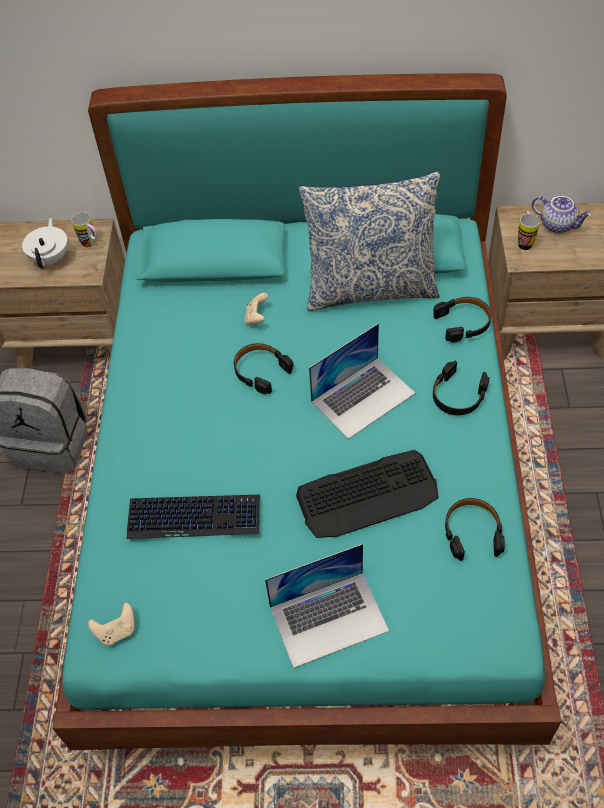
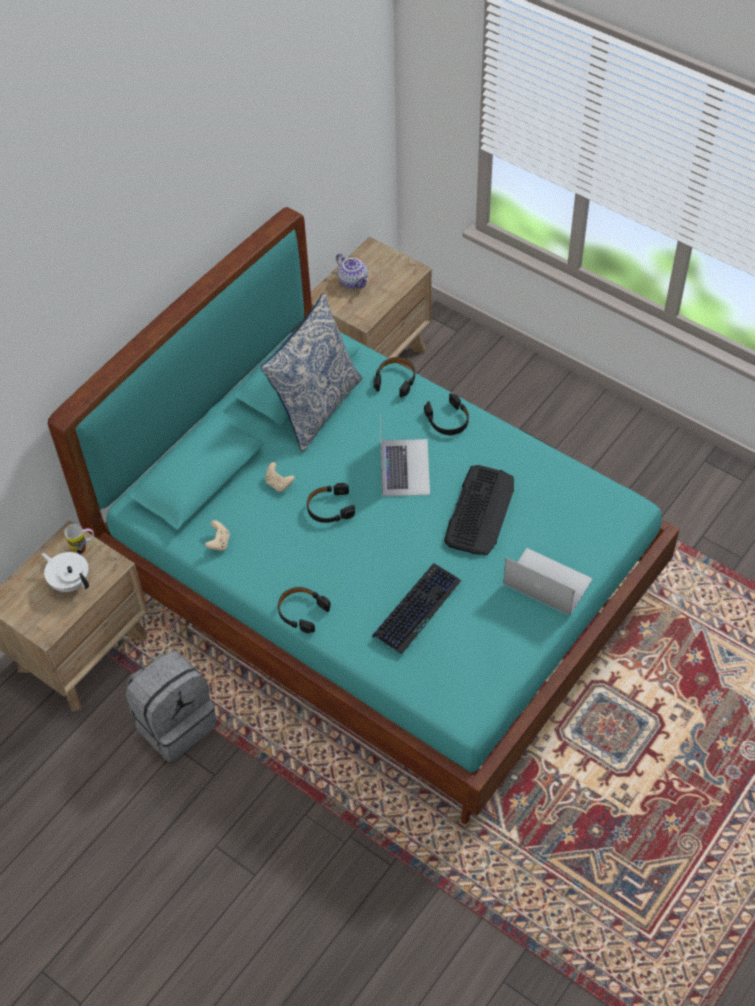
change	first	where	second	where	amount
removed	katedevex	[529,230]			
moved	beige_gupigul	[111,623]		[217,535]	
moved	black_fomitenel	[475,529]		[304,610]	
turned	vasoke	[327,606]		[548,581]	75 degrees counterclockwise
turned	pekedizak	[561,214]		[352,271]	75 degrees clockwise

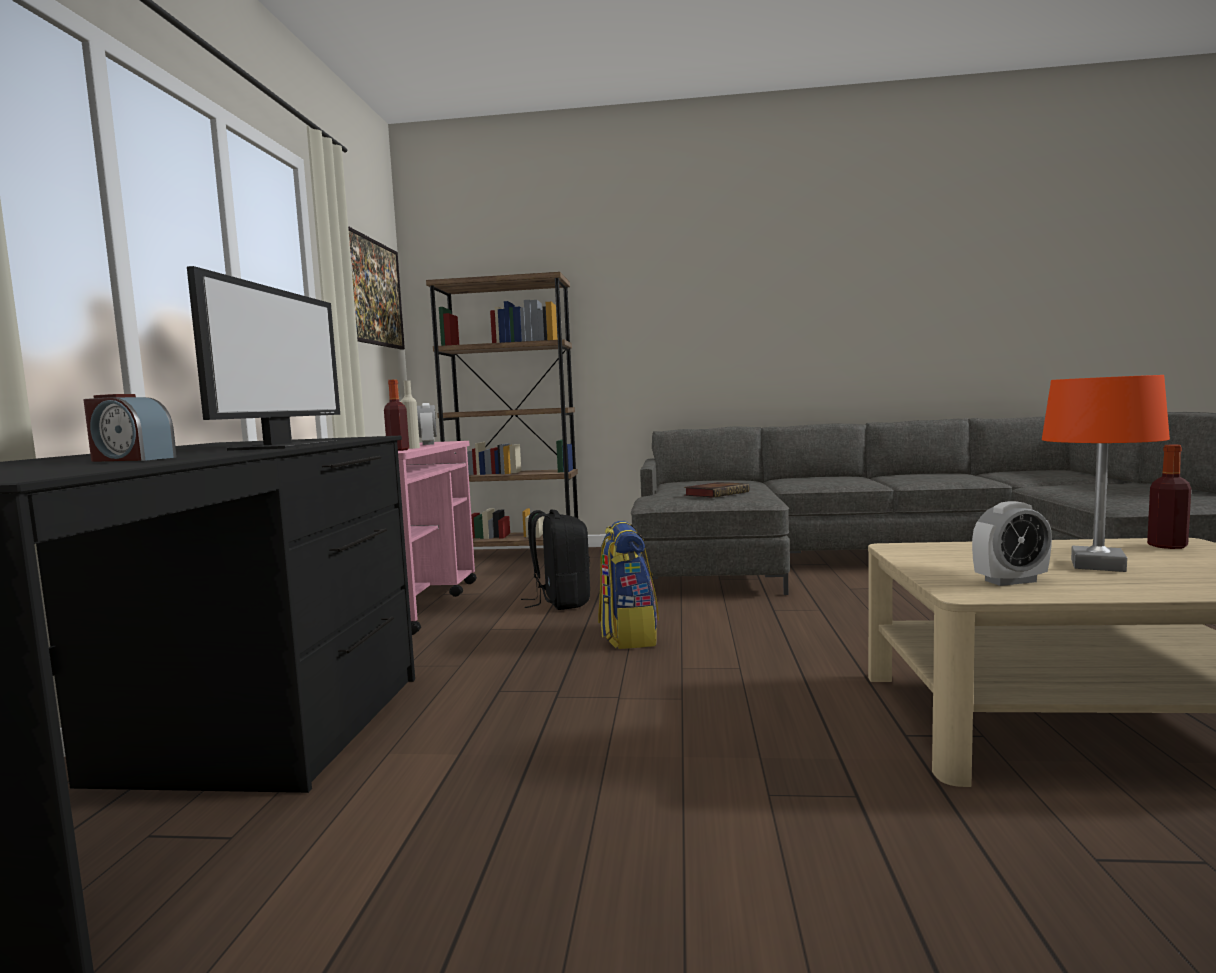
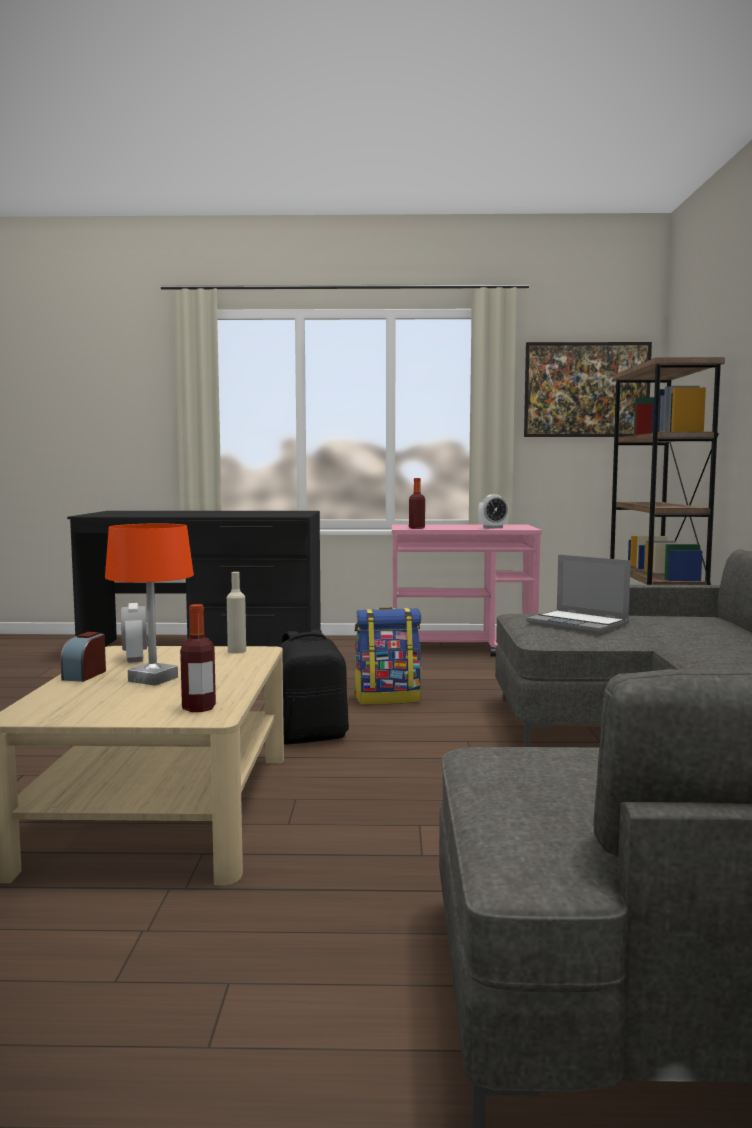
change	first	where	second	where	amount
removed	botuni	[263,358]			
moved	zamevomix	[130,428]		[83,657]	
moved	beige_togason	[410,414]		[236,612]	
moved	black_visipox	[555,560]		[314,687]	
replaced	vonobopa	[716,490]	vasoke	[578,594]	

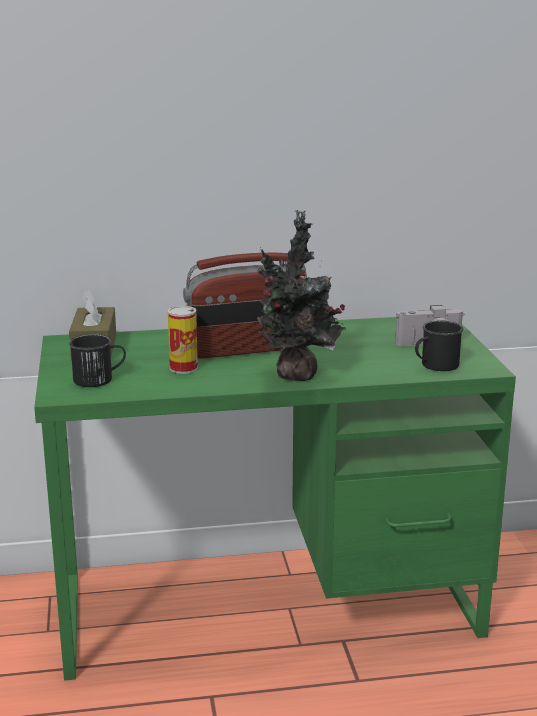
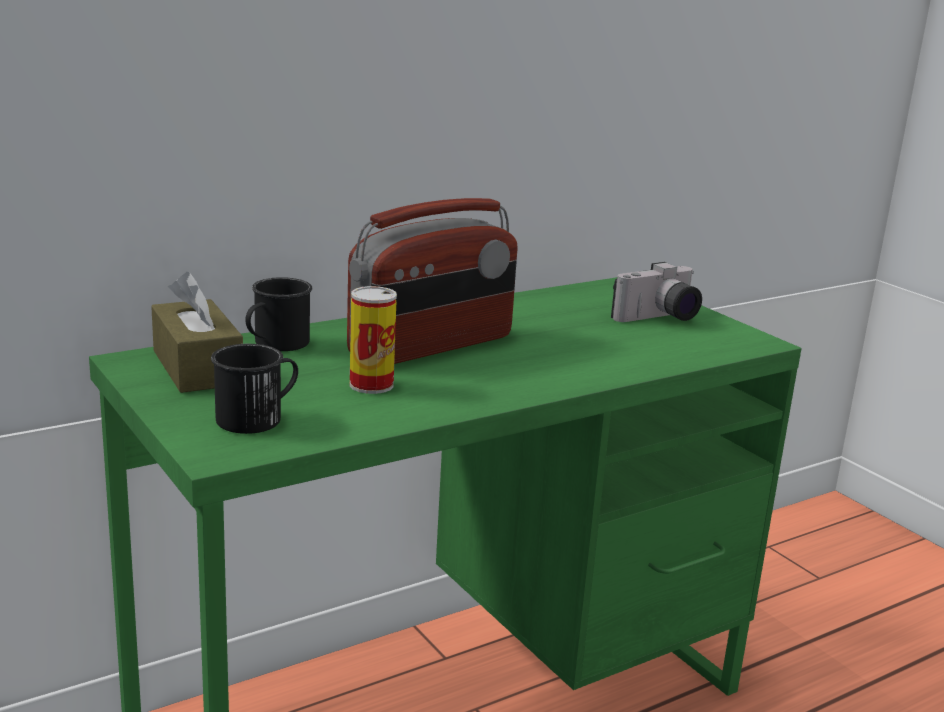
change	first	where	second	where	amount
removed	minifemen	[301,295]			
moved	black_katedevex	[439,345]		[278,314]	

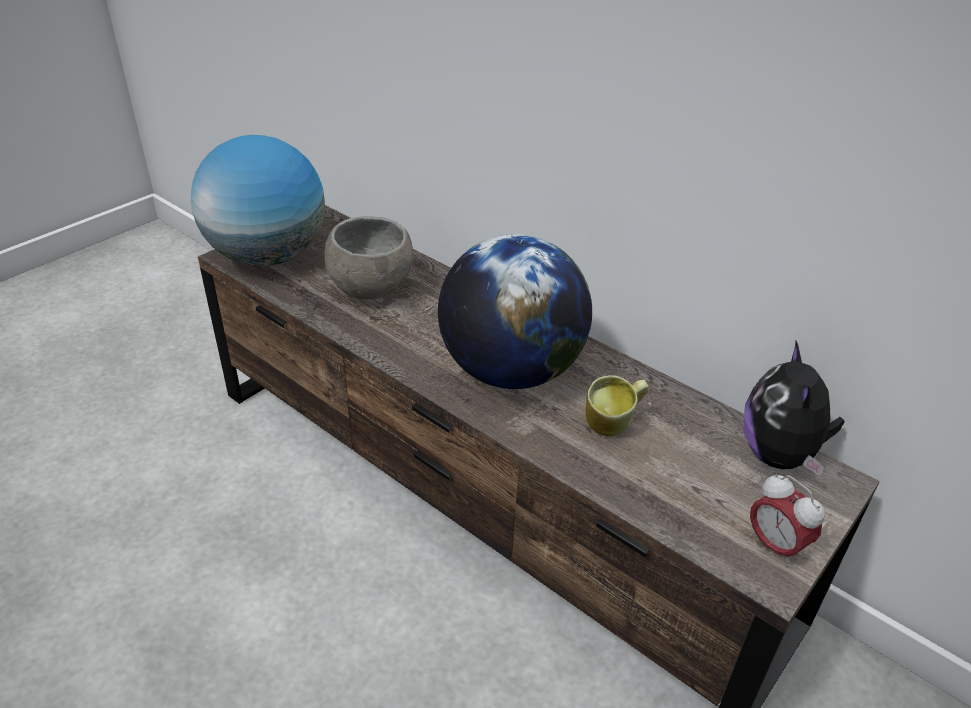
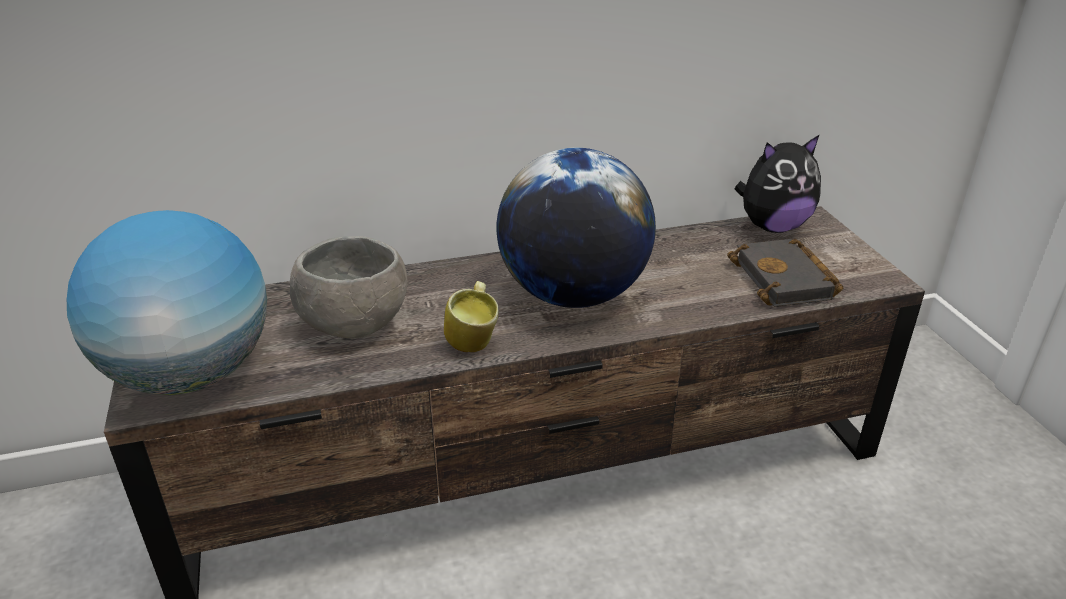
change	first	where	second	where	amount
removed	zamevomix	[787,520]			
added			black_vonobopa	[785,273]	
moved	katedevex	[617,405]		[471,316]	
turned	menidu	[793,408]		[778,183]	60 degrees counterclockwise

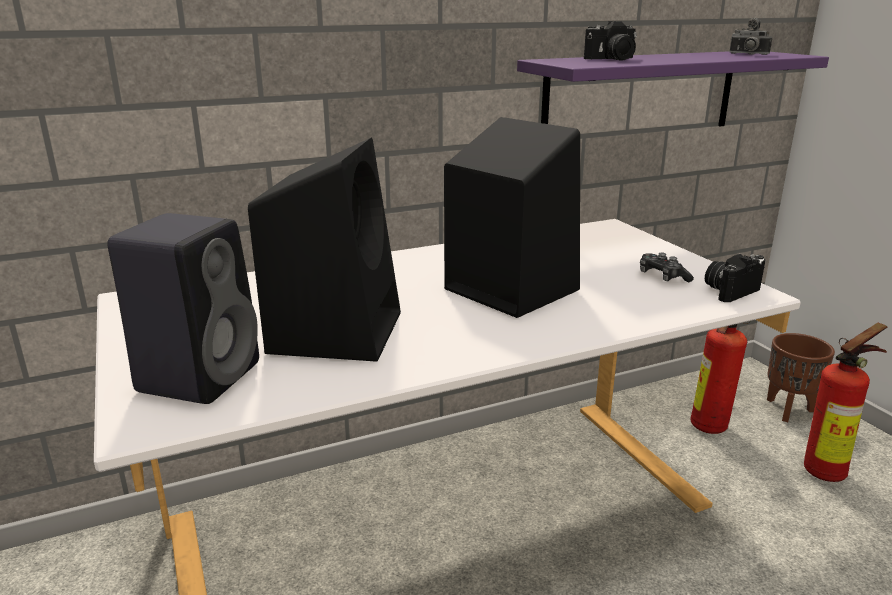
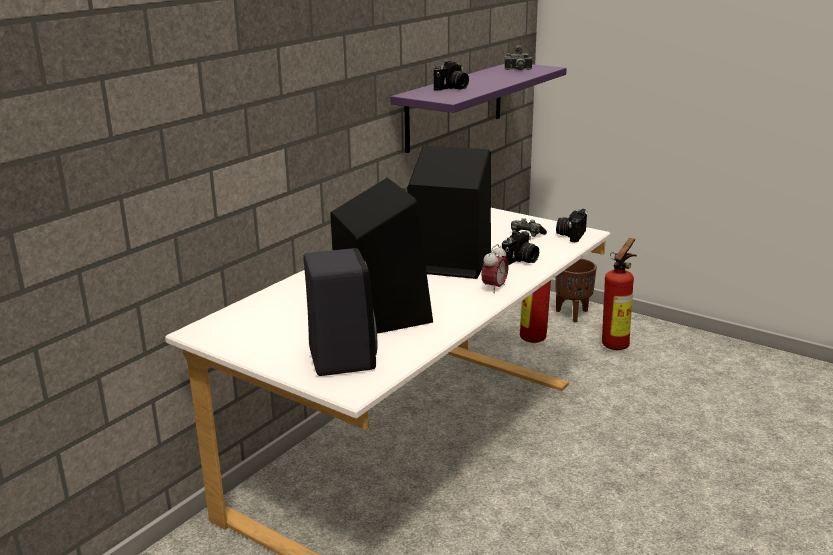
change	first	where	second	where	amount
added			zamevomix	[495,268]	
added			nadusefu	[520,248]	

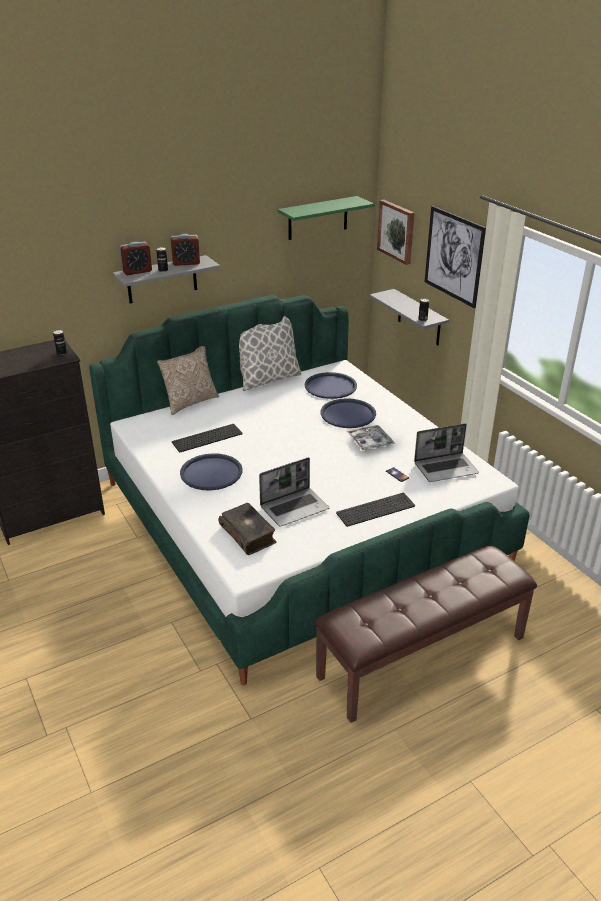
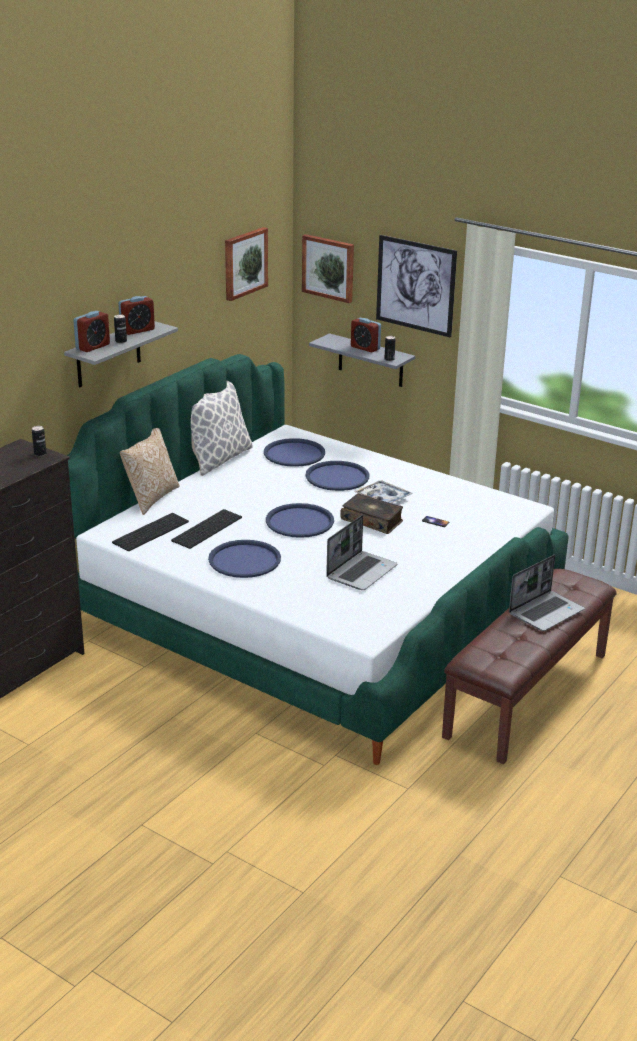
change	first	where	second	where	amount
added			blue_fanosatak	[300,520]	
added			zamevomix	[366,335]	
moved	vonobopa	[247,529]		[371,513]	
moved	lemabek	[375,510]		[150,532]	
moved	vasoke	[446,452]		[547,593]	
replaced	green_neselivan	[326,218]	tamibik	[246,264]	

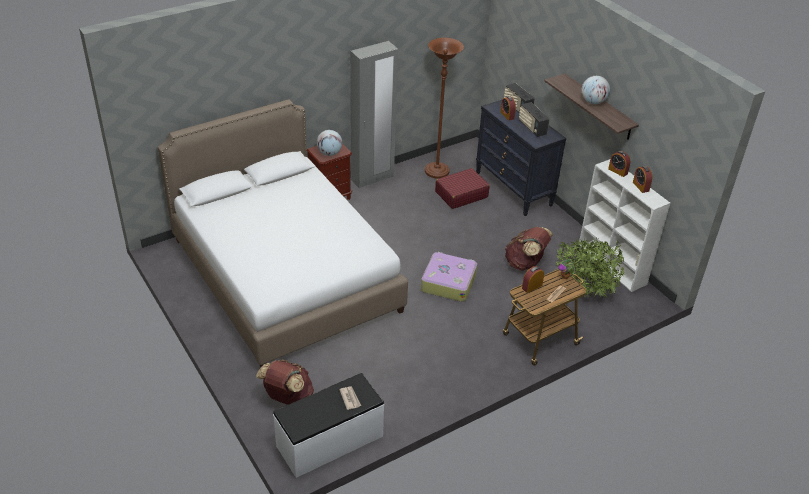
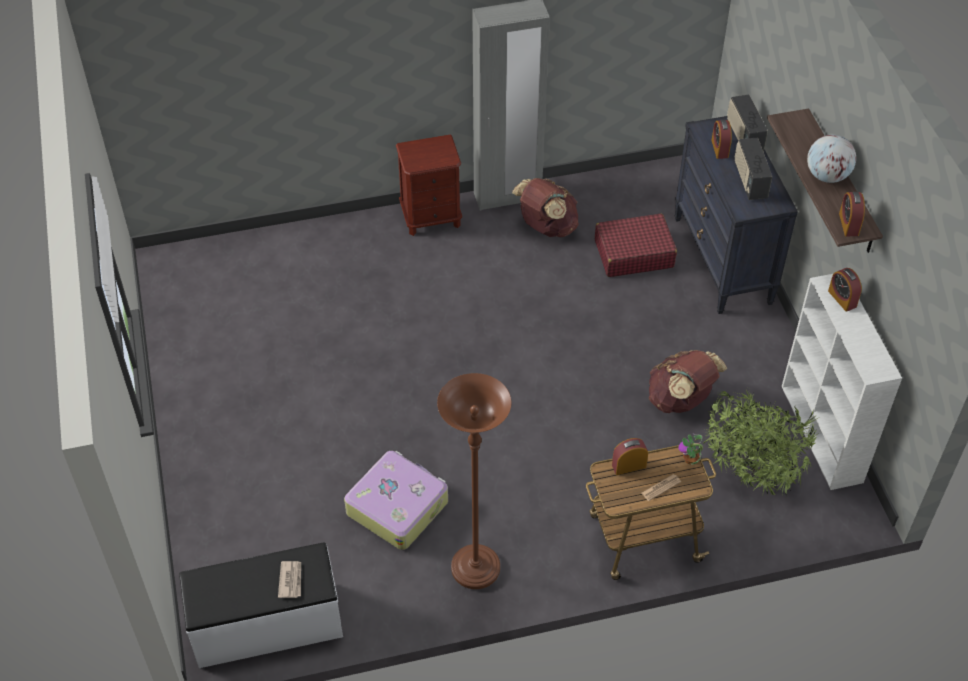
change	first	where	second	where	amount
removed	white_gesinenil	[283,233]			
removed	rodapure	[329,143]			
moved	brown_visipox	[285,382]		[545,207]	
moved	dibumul	[449,277]		[396,500]	
moved	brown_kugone	[444,108]		[474,481]	
moved	zamevomix	[642,179]		[852,214]	

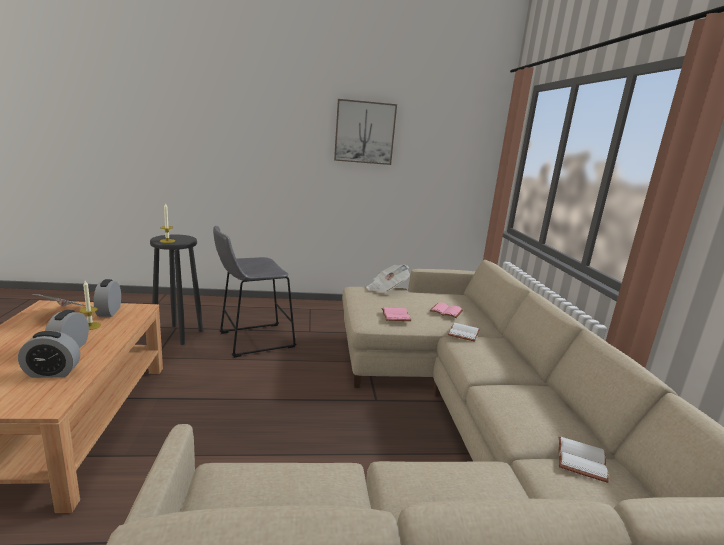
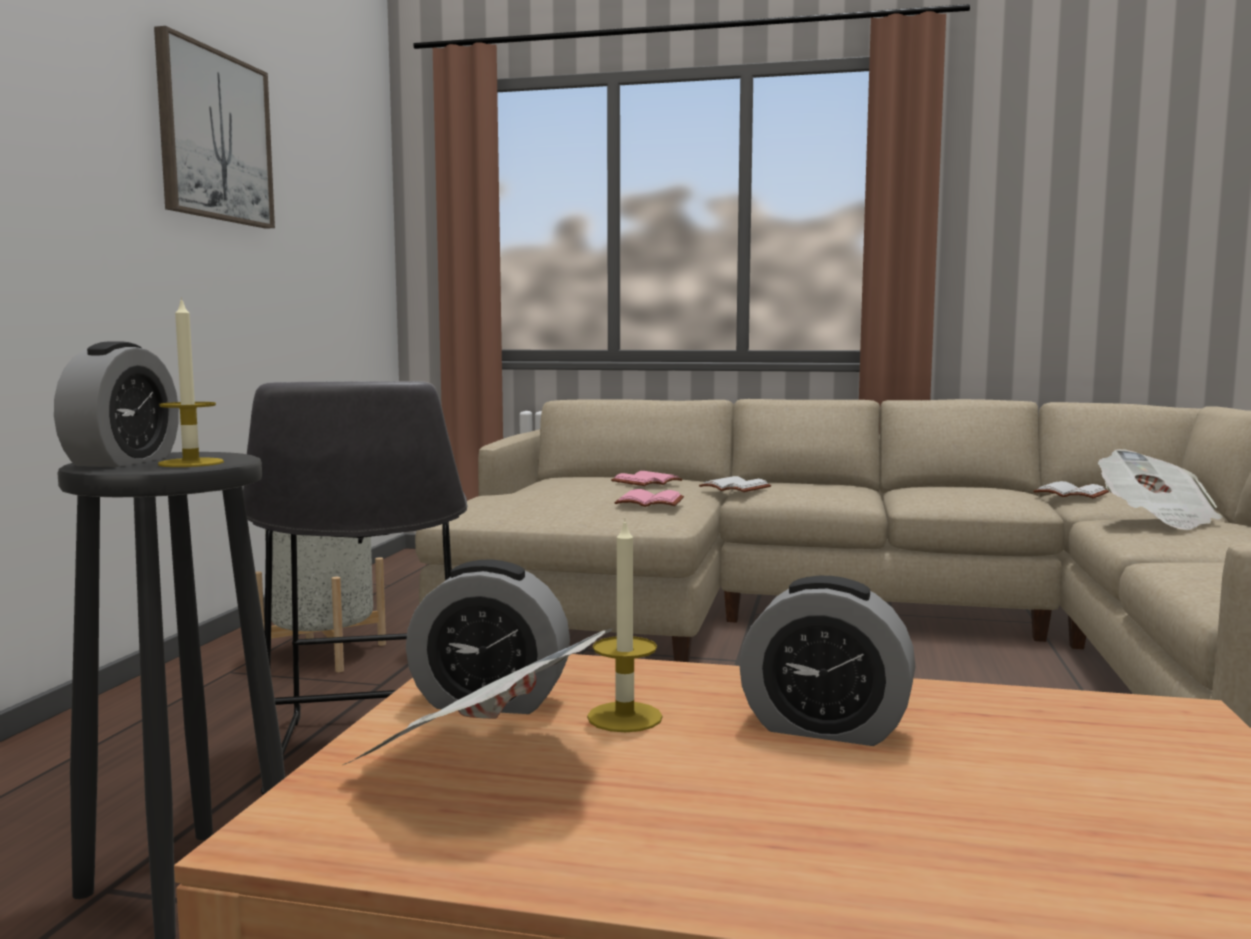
change	first	where	second	where	amount
added			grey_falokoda	[320,600]	
moved	zamevomix	[49,354]		[116,404]	
moved	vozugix	[388,279]		[1160,489]	

